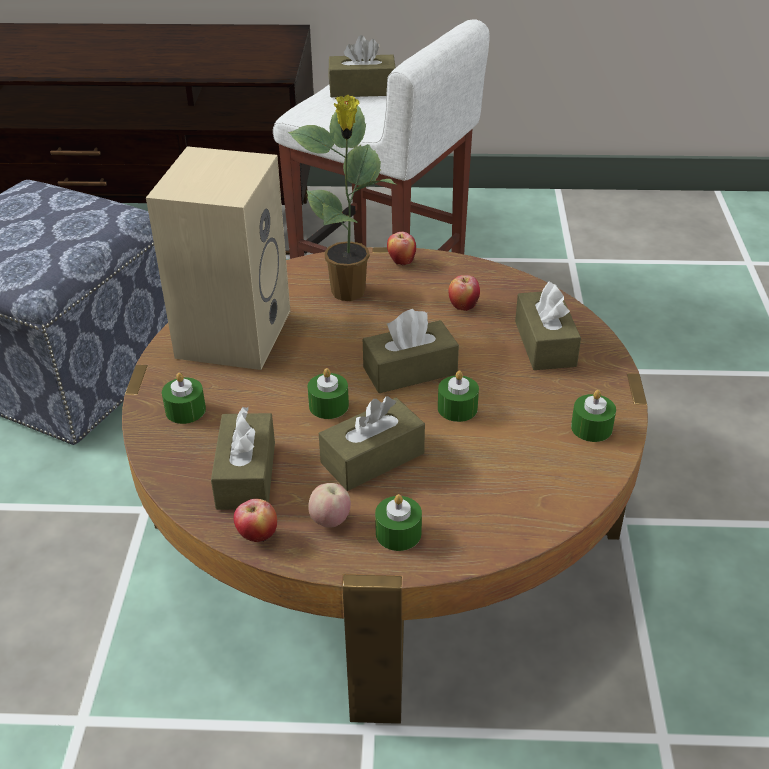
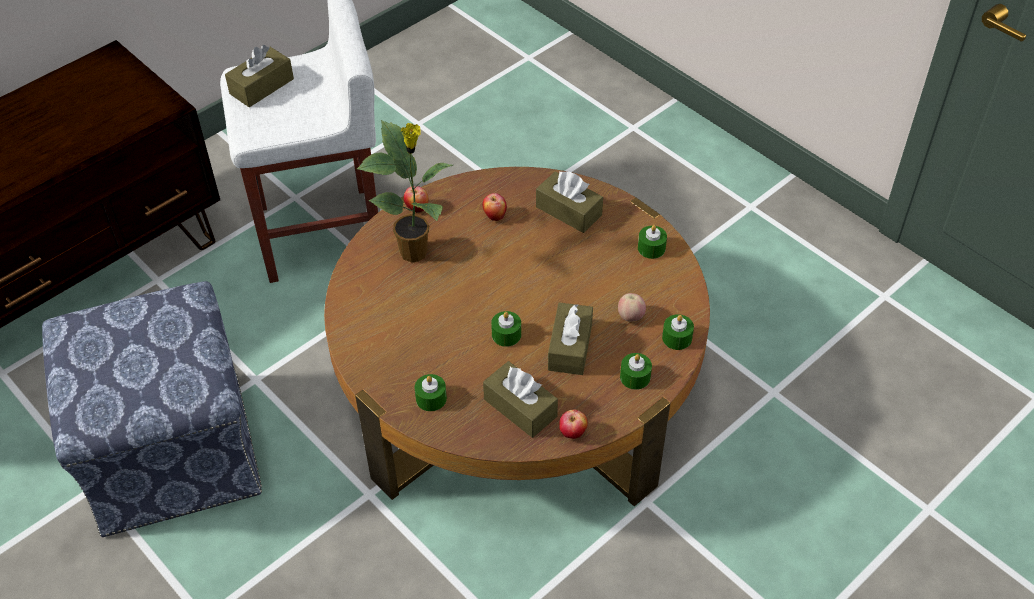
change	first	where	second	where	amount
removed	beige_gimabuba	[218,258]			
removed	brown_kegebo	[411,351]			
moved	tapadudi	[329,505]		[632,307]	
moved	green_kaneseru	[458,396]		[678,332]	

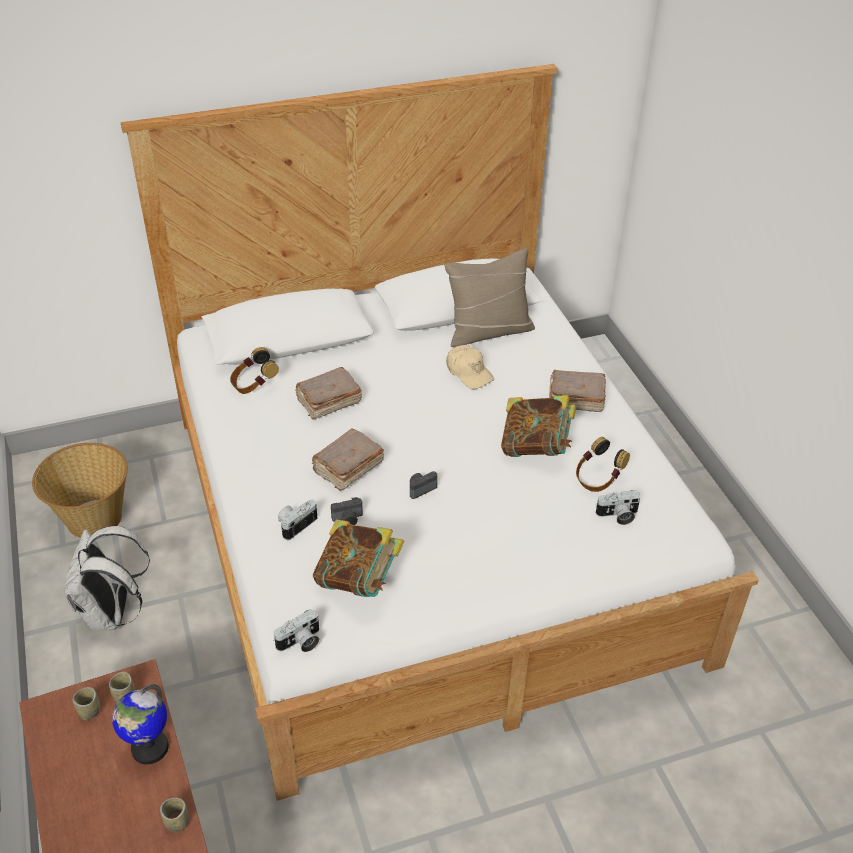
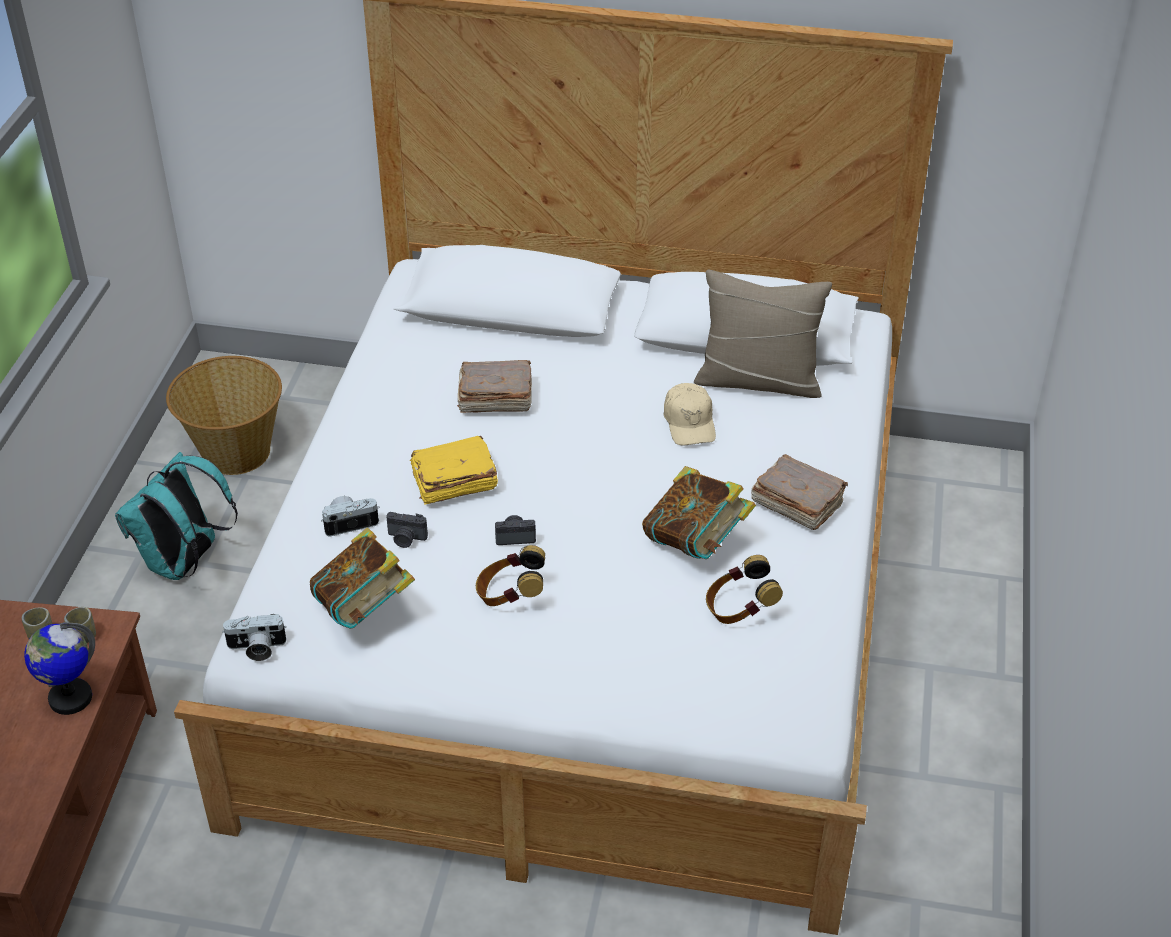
change	first	where	second	where	amount
removed	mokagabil	[174,815]			
removed	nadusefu	[618,507]			
moved	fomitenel	[254,370]		[510,575]	
recoloured	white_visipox	[107,578]	turquoise_visipox	[176,516]	
recoloured	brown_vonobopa	[348,459]	yellow_vonobopa	[454,470]	

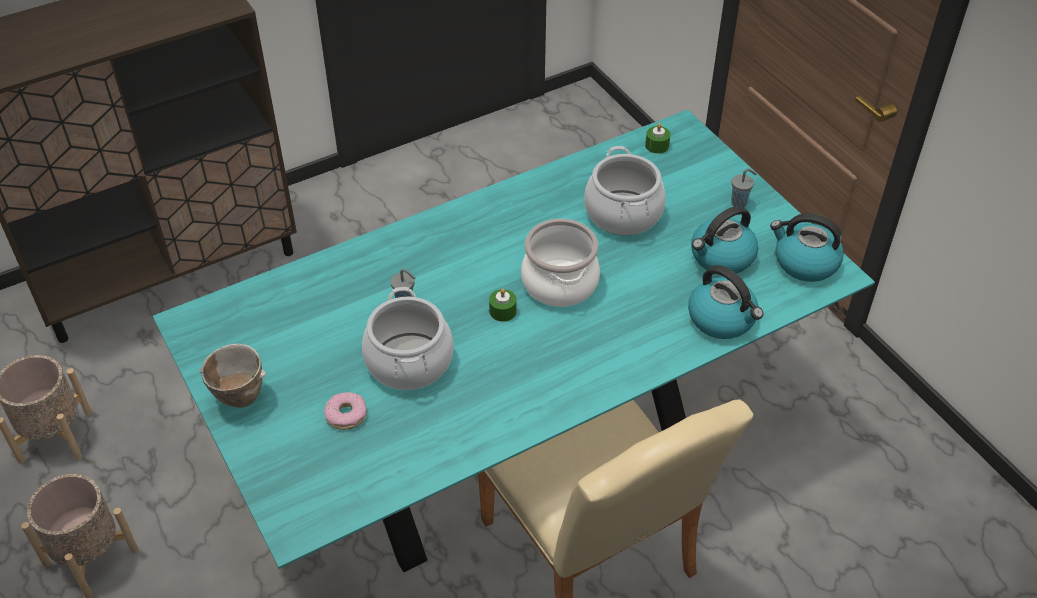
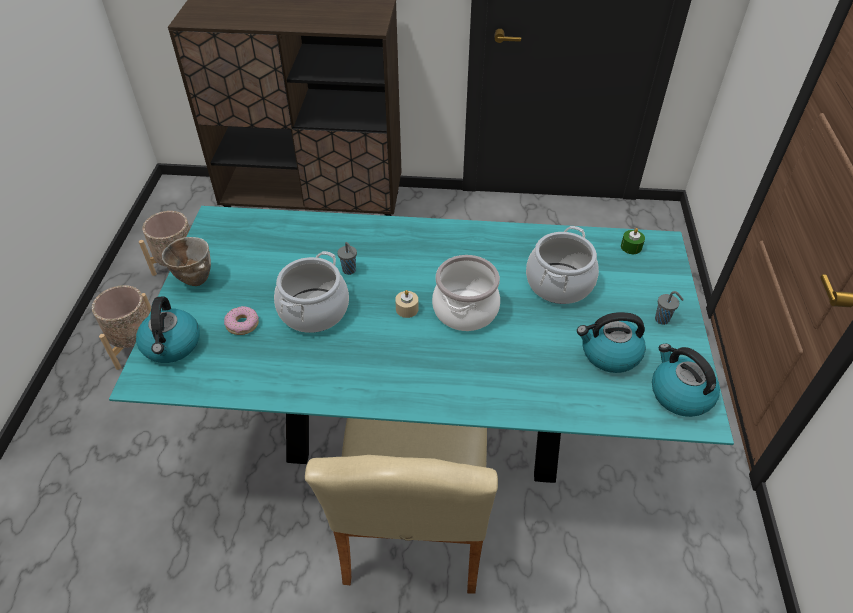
change	first	where	second	where	amount
moved	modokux	[725,302]		[168,329]	
recoloured	green_kaneseru	[503,305]	beige_kaneseru	[406,304]	

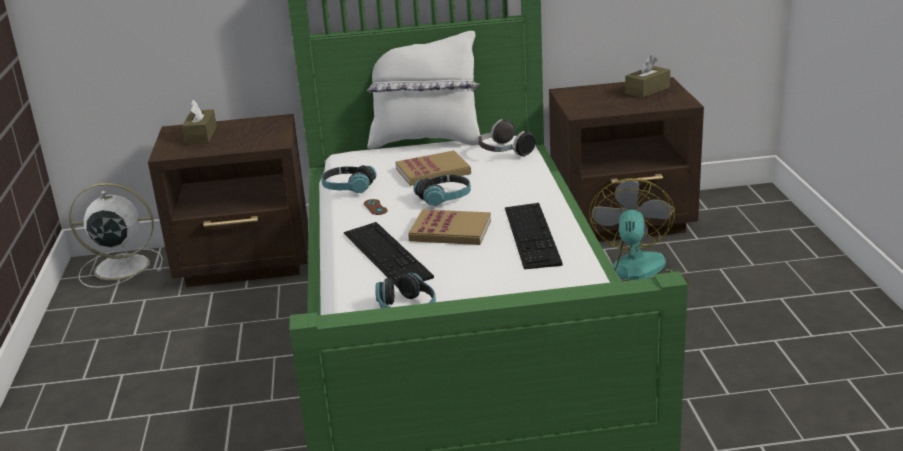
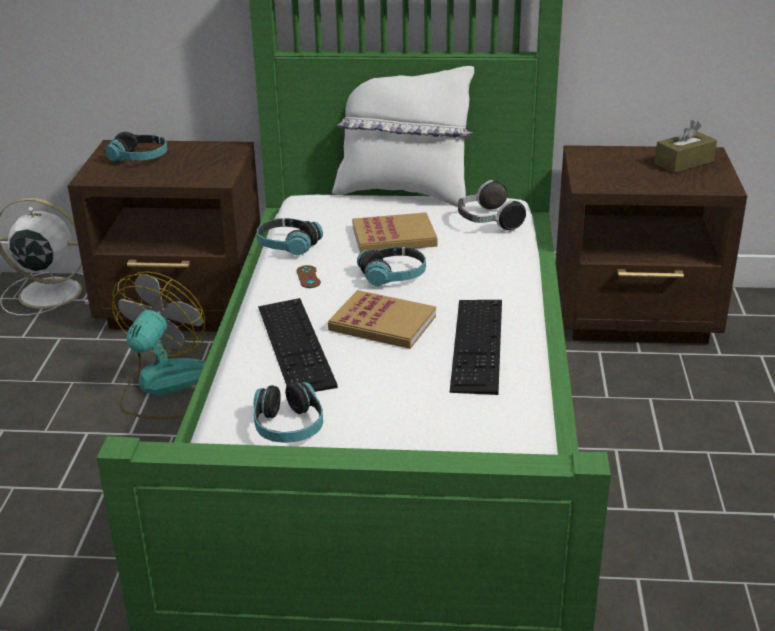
change	first	where	second	where	amount
moved	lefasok	[640,232]		[159,345]	
replaced	brown_kegebo	[199,122]	fomitenel	[136,146]	

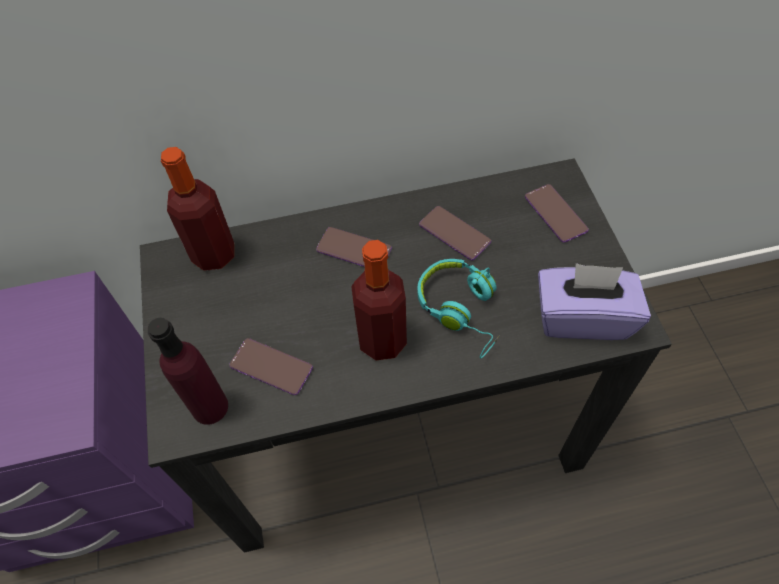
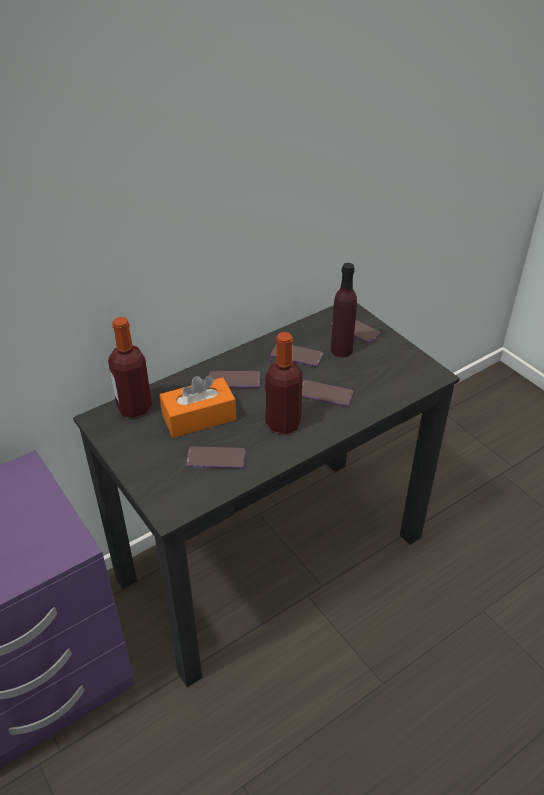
change	first	where	second	where	amount
removed	purple_kegebo	[594,301]			
added			orange_kegebo	[198,406]	
moved	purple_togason	[188,371]		[344,310]	
replaced	turquoise_fomitenel	[458,309]	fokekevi	[327,393]	

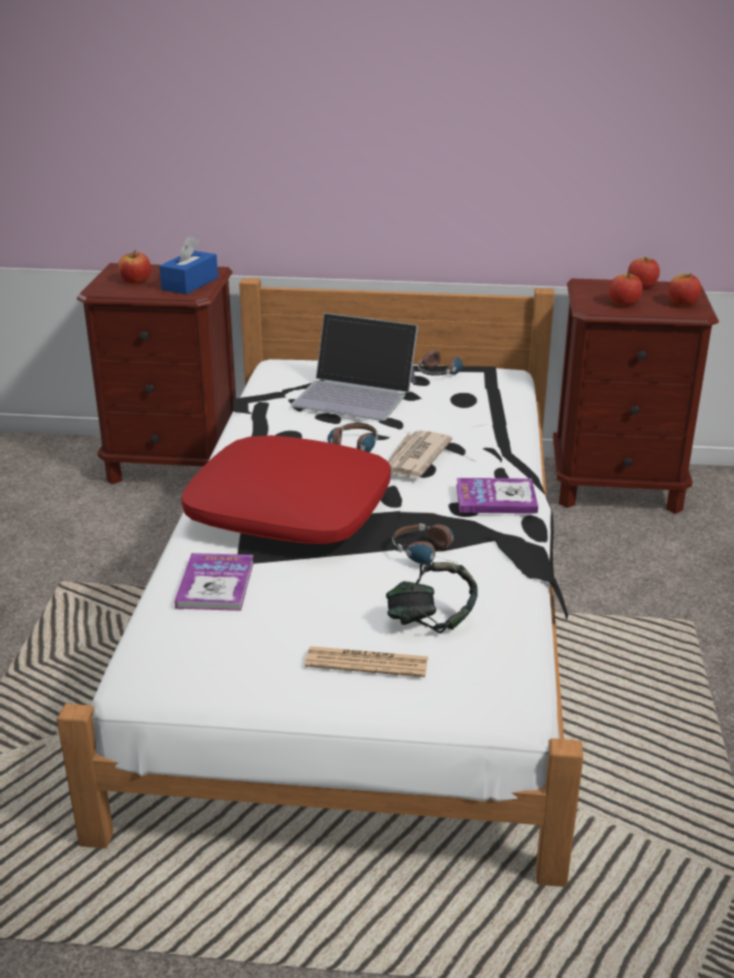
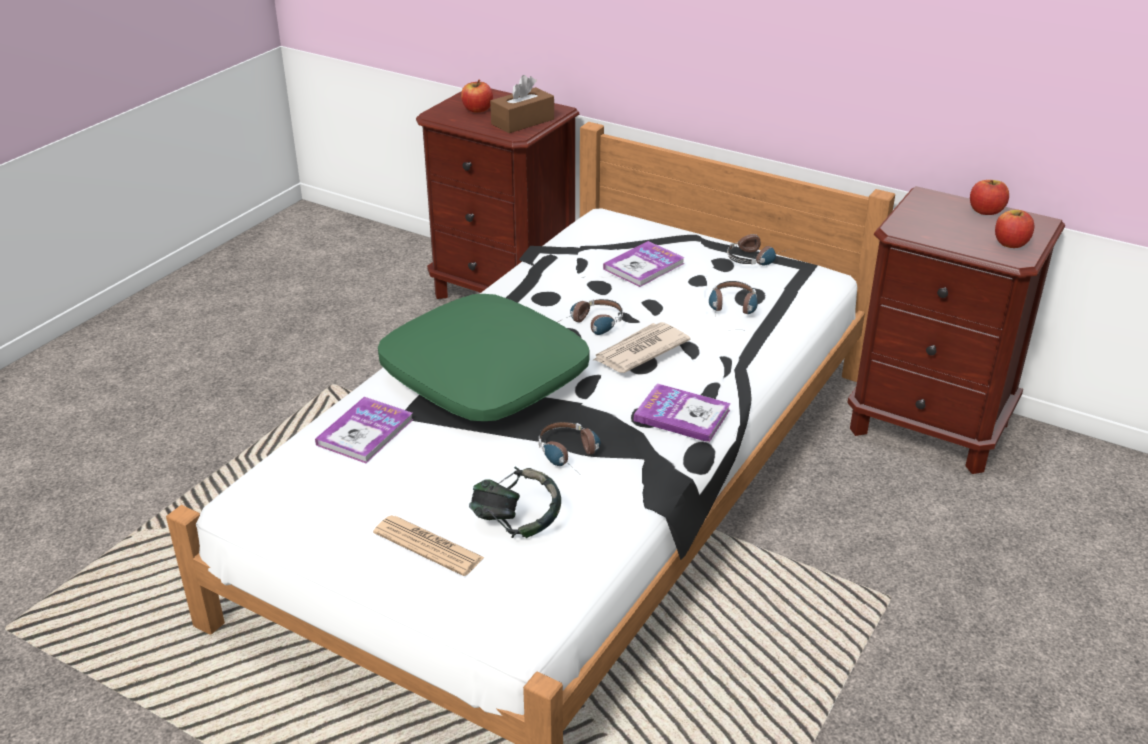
change	first	where	second	where	amount
removed	tapadudi	[626,289]			
added			fomitenel	[733,297]	
replaced	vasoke	[354,367]	vonobopa	[644,264]	
recoloured	blue_kegebo	[188,265]	brown_kegebo	[522,104]	
recoloured	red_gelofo	[286,489]	green_gelofo	[483,357]	

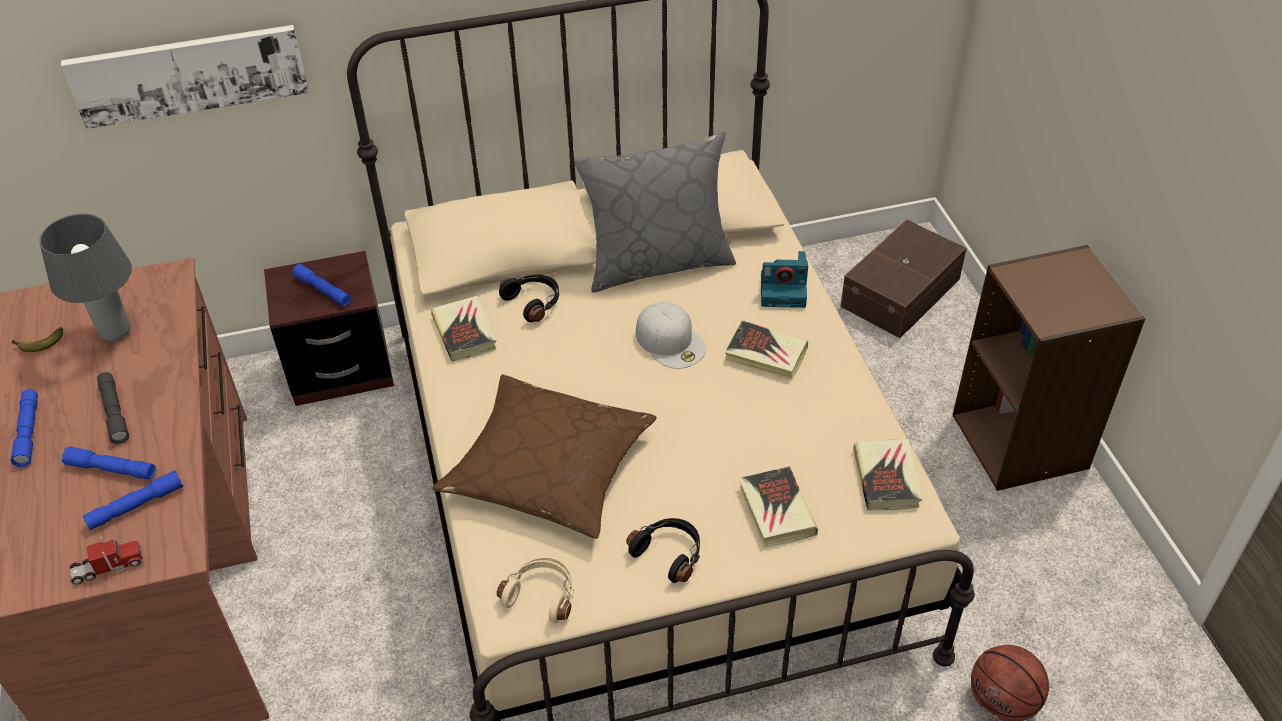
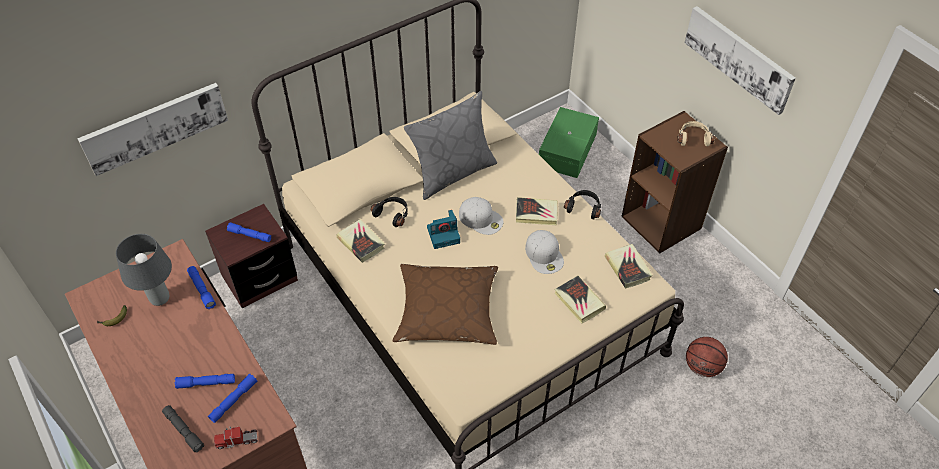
change	first	where	second	where	amount
added			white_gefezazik	[544,252]	
added			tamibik	[740,60]	
moved	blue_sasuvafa	[24,428]		[201,287]	
moved	grey_sasuvafa	[113,408]		[183,429]	
moved	beige_fomitenel	[535,590]		[695,133]	
moved	black_fomitenel	[663,550]		[582,205]	
moved	nadusefu	[784,279]		[443,229]	
recoloured	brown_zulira	[903,278]	green_zulira	[569,142]	
turned	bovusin	[106,561]		[236,437]	150 degrees counterclockwise

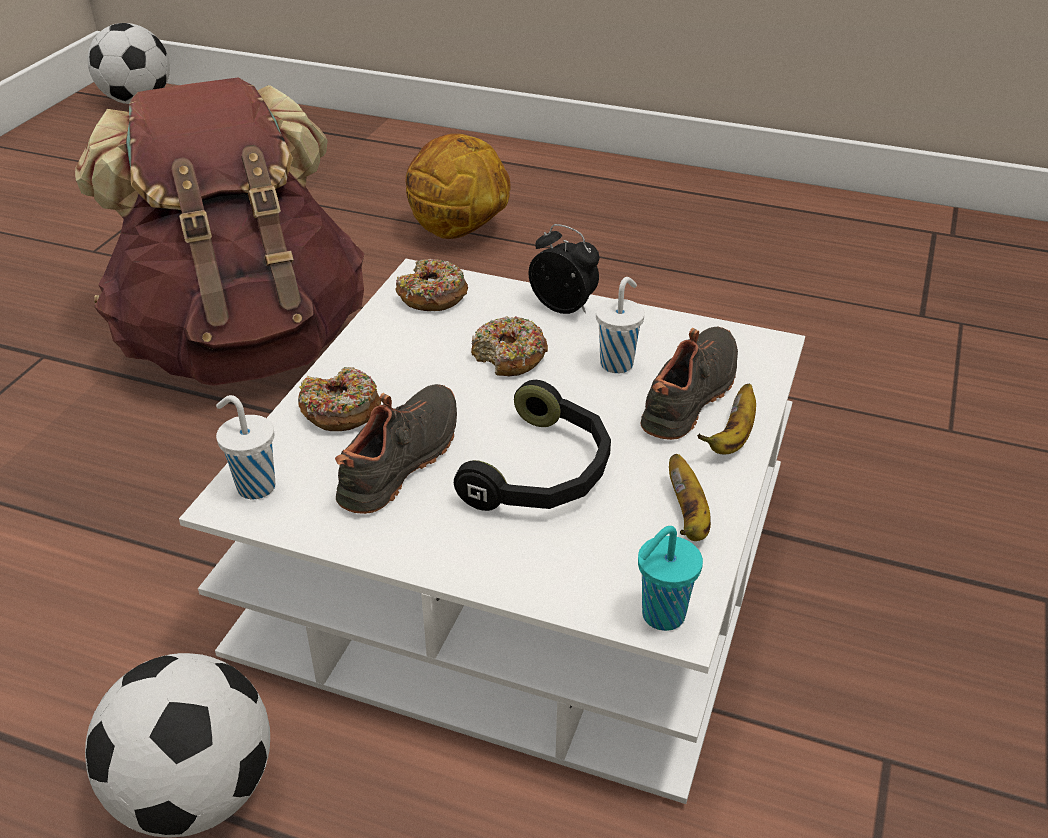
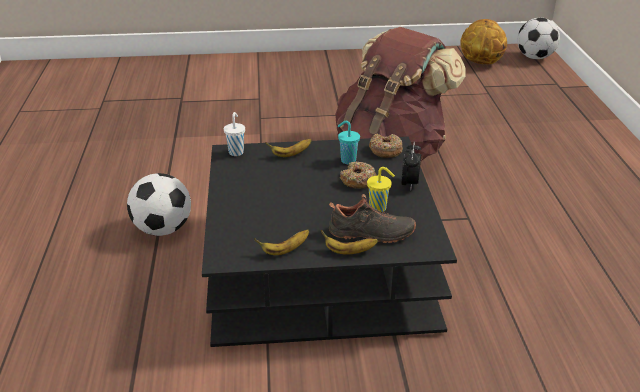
change	first	where	second	where	amount
removed	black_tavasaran	[396,449]			
removed	black_fomitenel	[532,445]			
moved	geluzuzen	[458,186]		[484,41]	
moved	turquoise_mokagabil	[670,578]		[349,142]	
replaced	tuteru	[339,399]	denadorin	[288,148]	
recoloured	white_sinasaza	[492,531]	black_sinasaza	[329,242]	
recoloured	white_mokagabil	[620,325]	yellow_mokagabil	[381,189]	

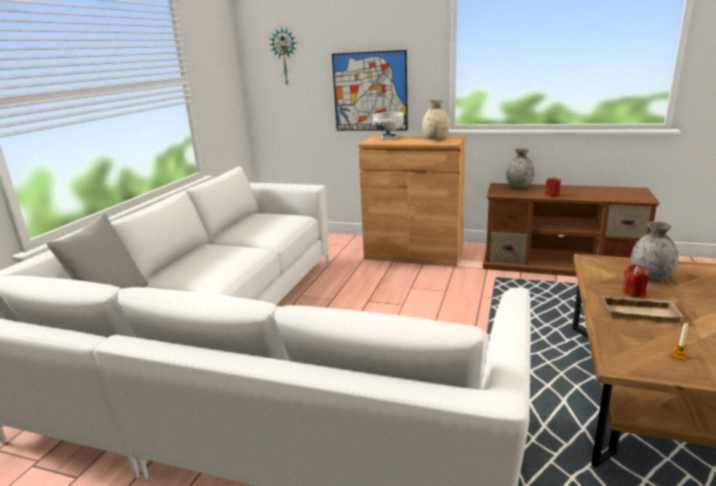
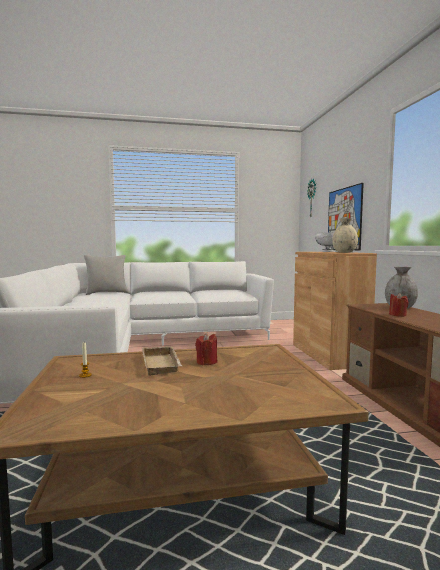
change	first	where	second	where	amount
removed	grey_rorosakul	[654,251]			

